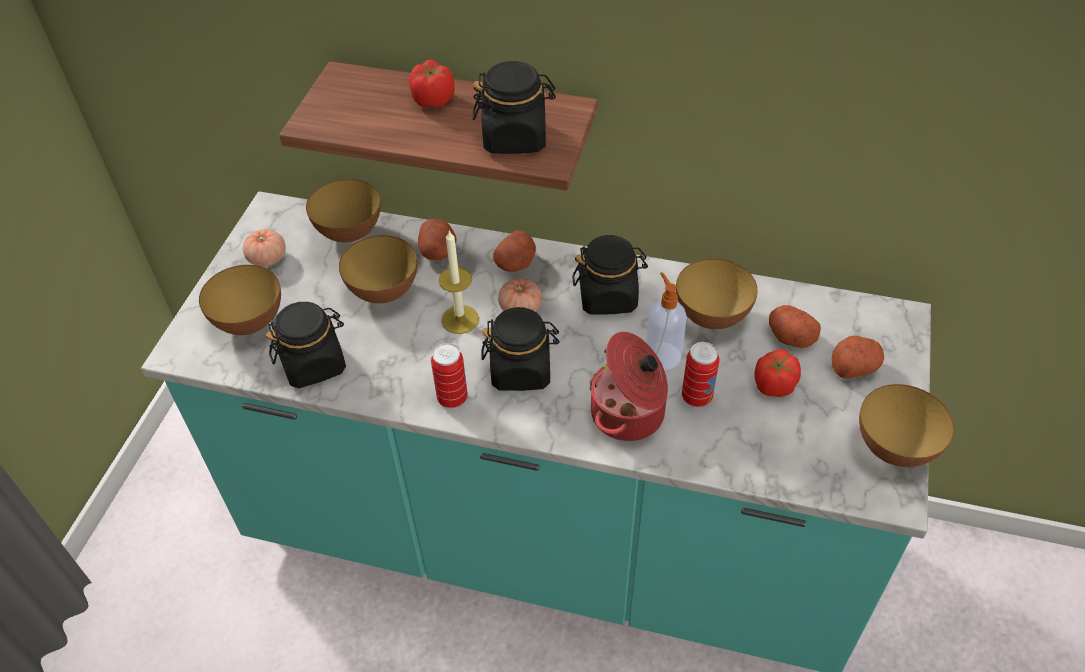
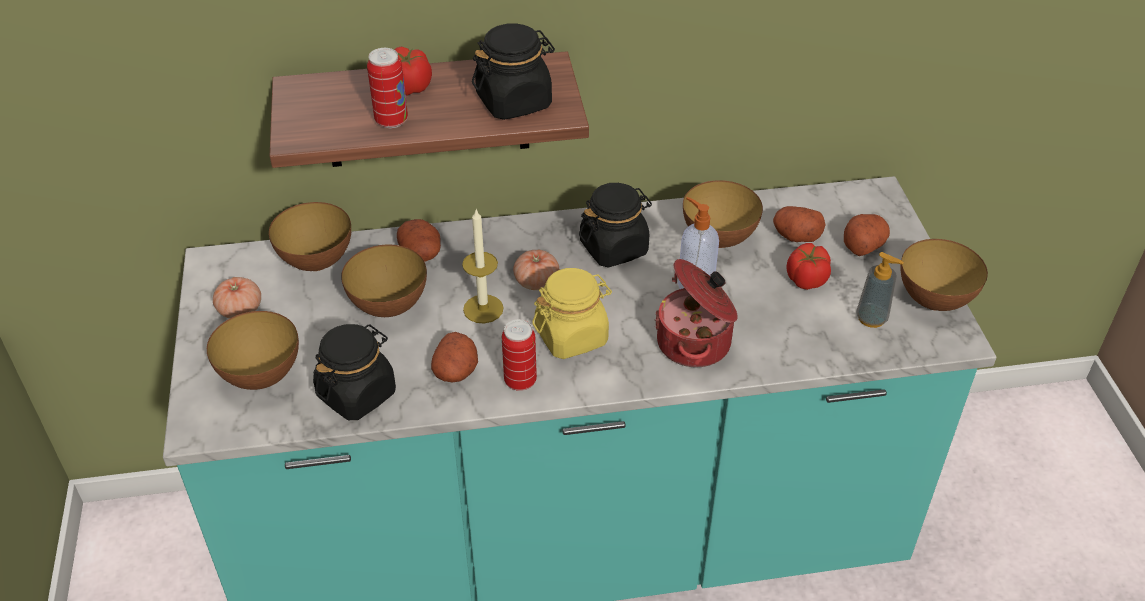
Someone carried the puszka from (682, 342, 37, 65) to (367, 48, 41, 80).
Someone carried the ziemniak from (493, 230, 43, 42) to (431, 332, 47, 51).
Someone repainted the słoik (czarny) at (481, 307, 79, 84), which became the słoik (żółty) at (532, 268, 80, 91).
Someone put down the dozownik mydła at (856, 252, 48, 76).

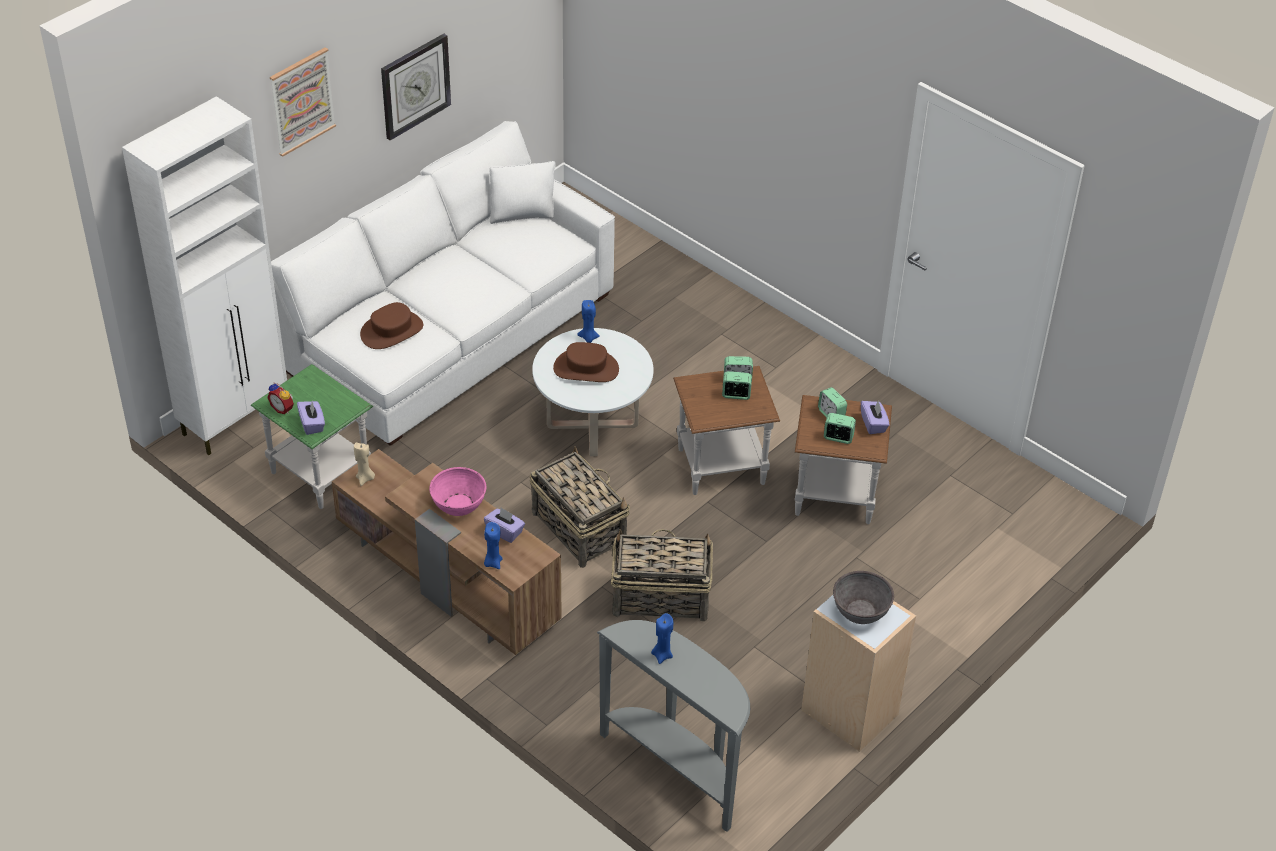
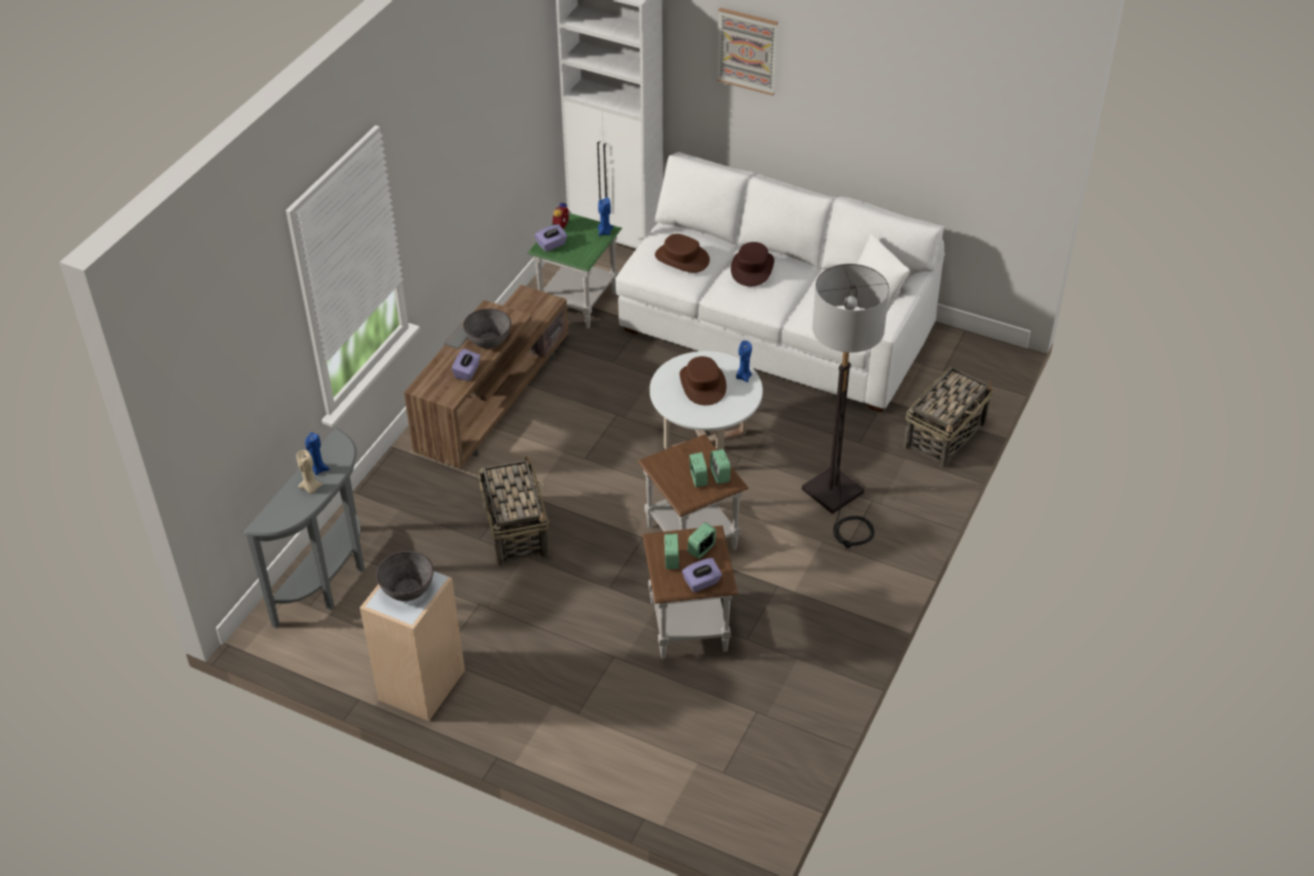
Someone carried the świeca (beżowy) from (354, 442, 21, 44) to (297, 450, 26, 44).
Someone repainted the miska (różowy) at (429, 467, 57, 49), which became the miska (szary) at (463, 308, 48, 41).
Someone carried the świeca (niebieski) from (484, 522, 18, 47) to (598, 197, 15, 39).
Someone put down the kapelusz (brązowy) at (731, 242, 43, 44).
Someone put down the lampa stojąca at (802, 264, 87, 284).
Someone carried the koszyk from (530, 446, 100, 122) to (903, 367, 90, 101).
Someone took away the zegar ścienny at (381, 34, 70, 106).

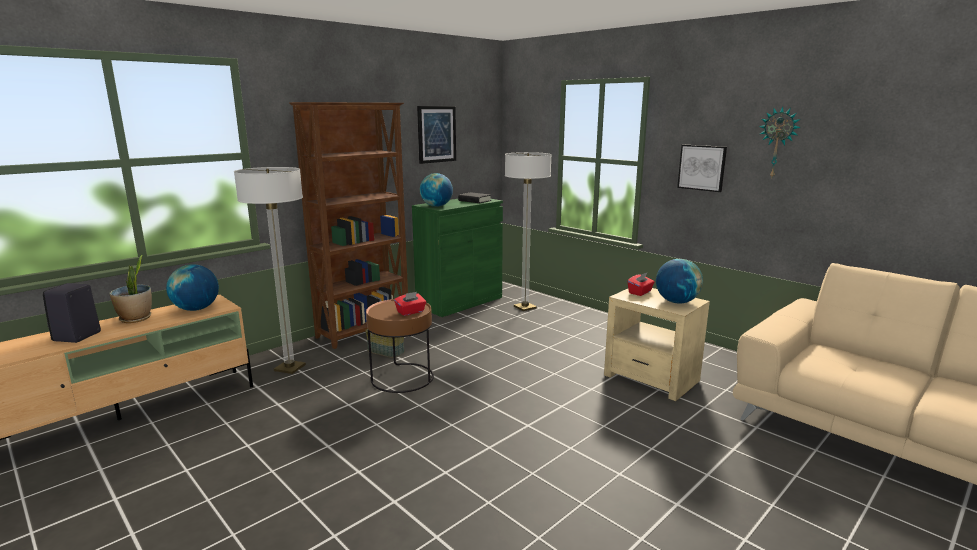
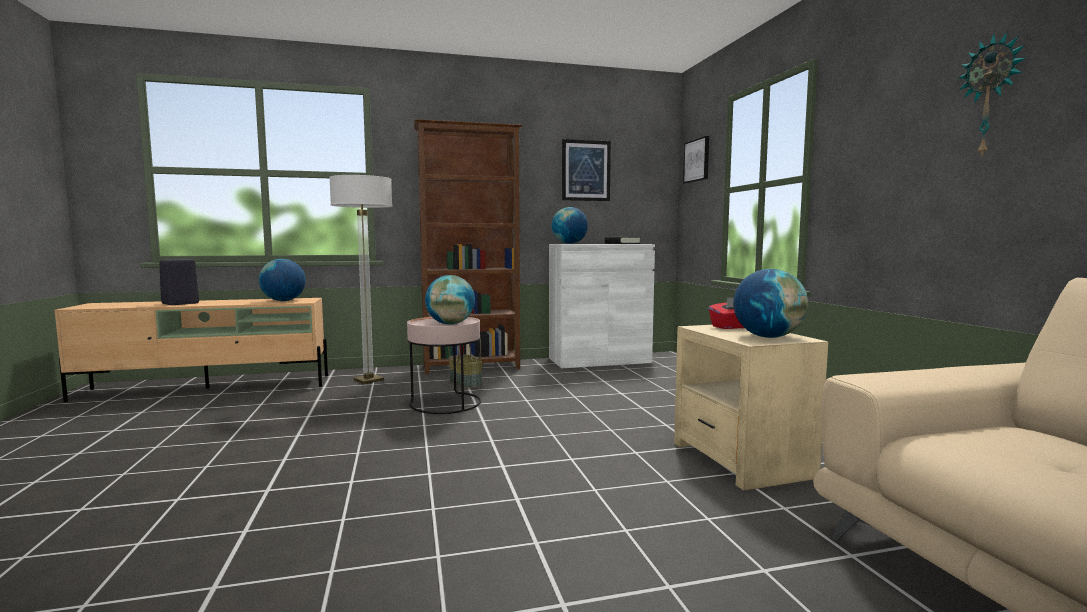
Someone repainted the stolik (brązowy) at (366, 299, 68, 94), which became the stolik (różowy) at (407, 317, 74, 97).
Someone swapped the pudełko chusteczek (czerwony) at (394, 292, 32, 24) for the globus at (425, 275, 50, 49).
Someone repainted the szafka (zielony) at (412, 199, 91, 118), which became the szafka (biały) at (549, 244, 106, 124).
Someone carried the obraz from (677, 144, 50, 48) to (683, 136, 26, 47).
Someone took away the roślina doniczkowa at (110, 254, 42, 69).
Someone took away the lampa stojąca at (505, 152, 47, 159).

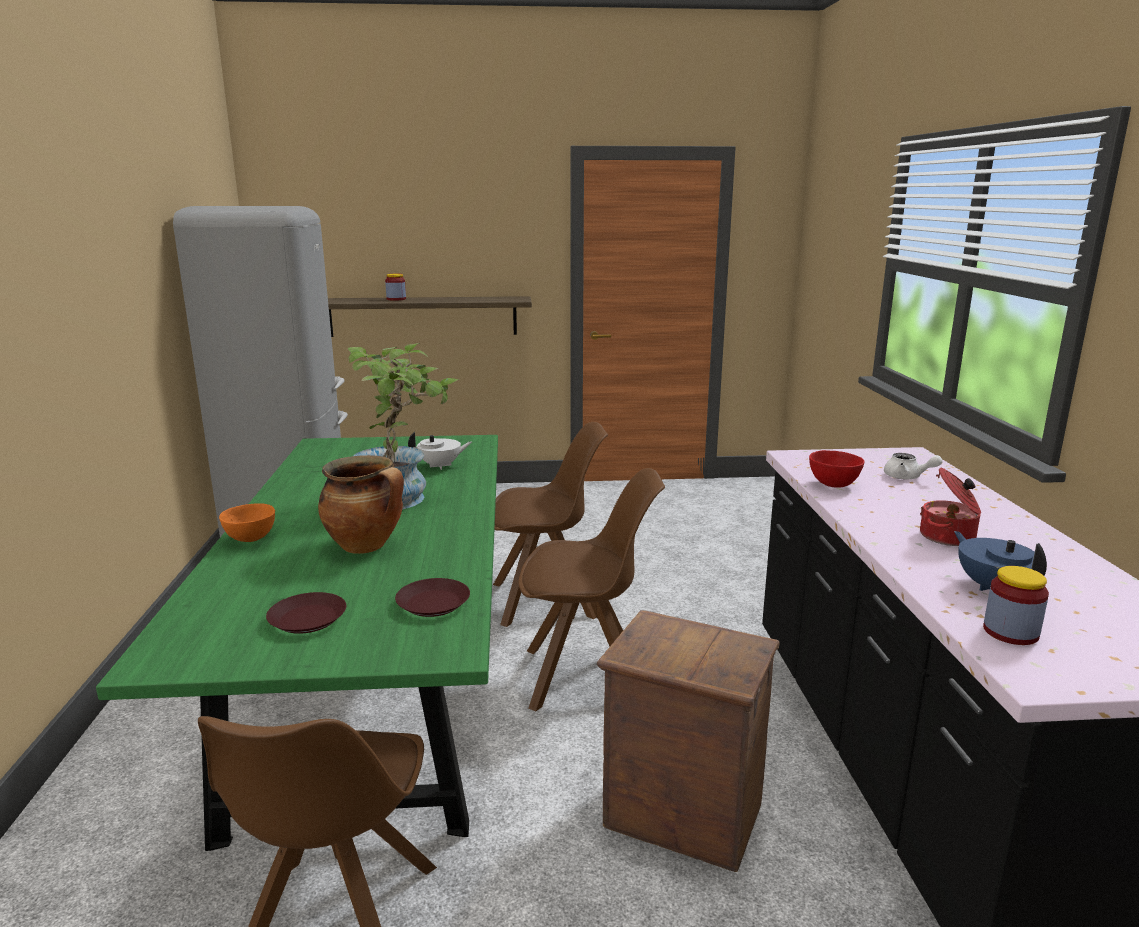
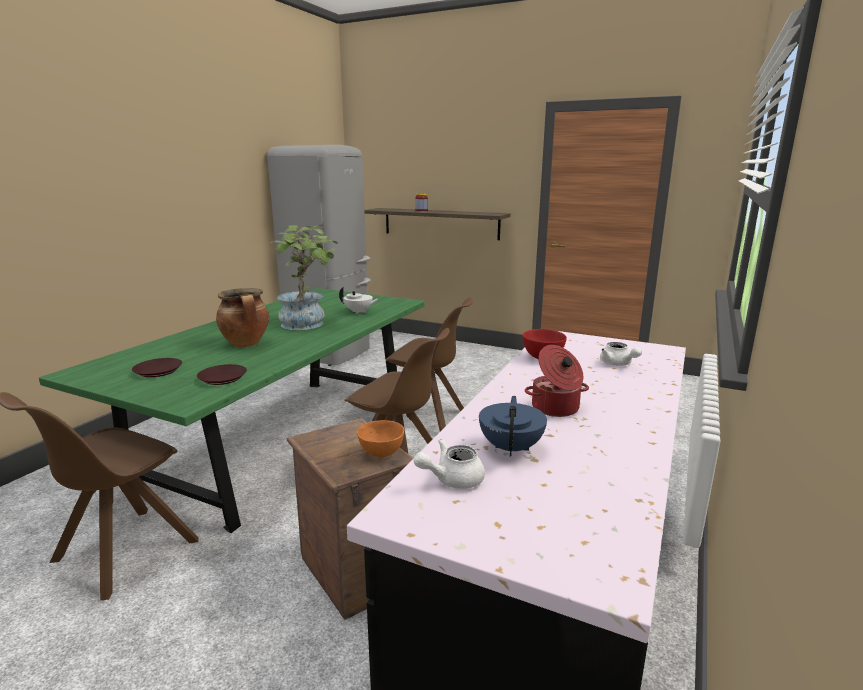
Someone carried the miska (pomarańczowy) from (219, 503, 56, 39) to (357, 420, 47, 37).
Someone swapped the słoik at (983, 566, 66, 79) for the imbryk (biały) at (414, 439, 71, 50).

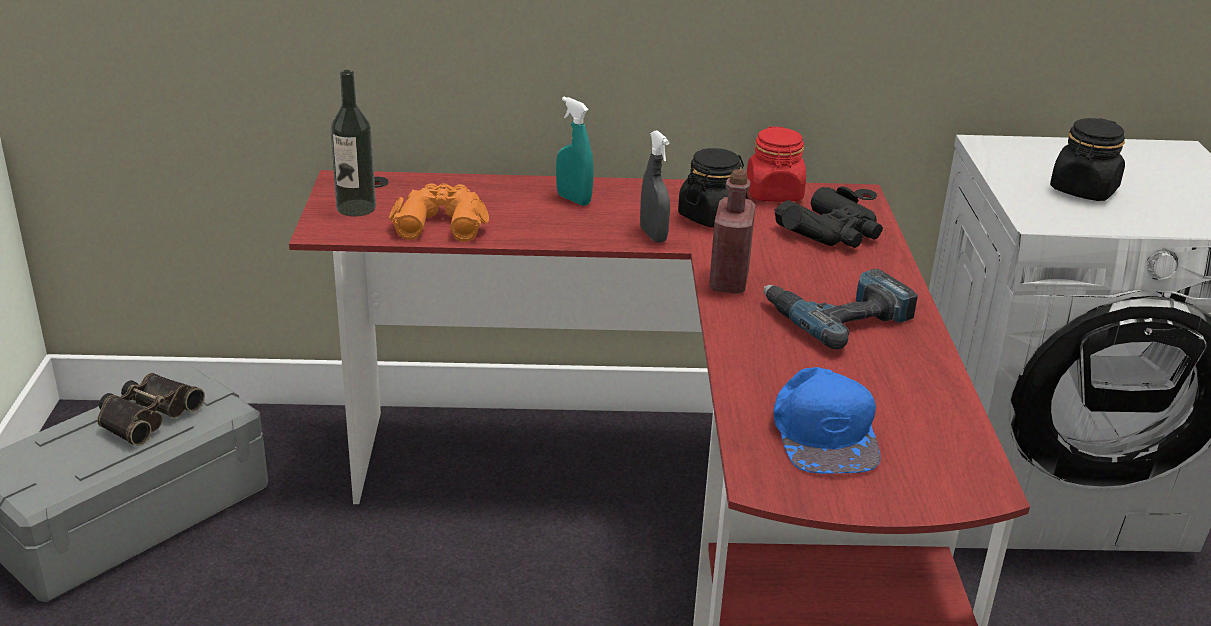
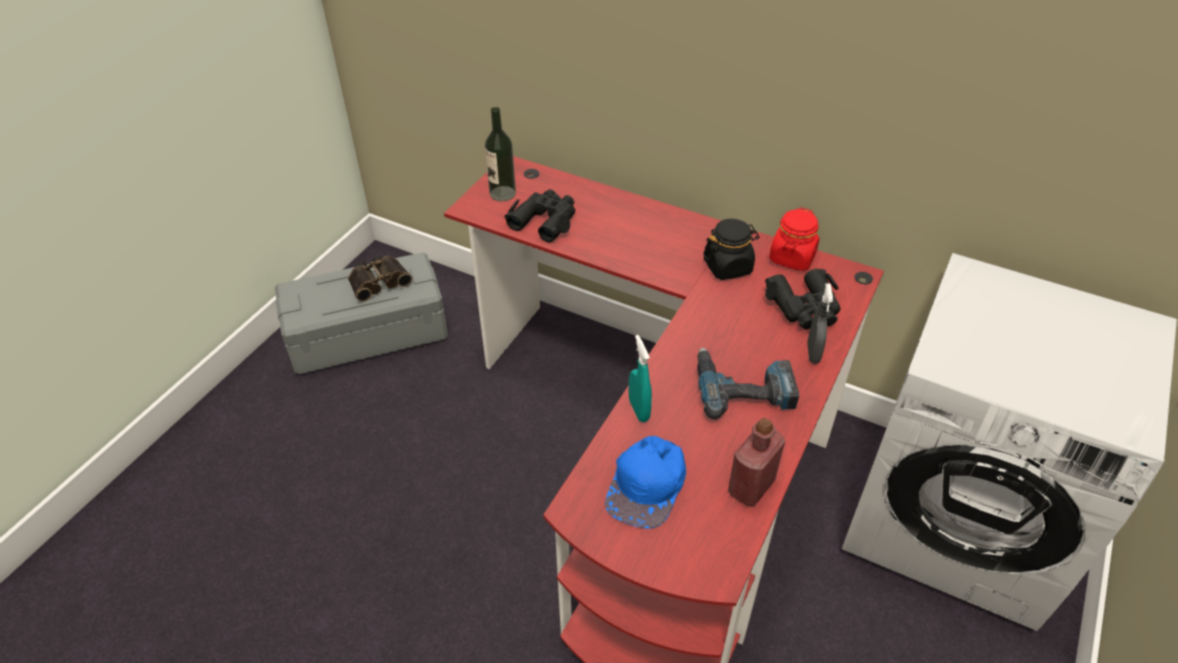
Someone repainted the lornetka (pomarańczowy) at (389, 183, 100, 59), which became the lornetka (czarny) at (505, 189, 70, 54).
Someone carried the spryskiwacz (turkusowy) from (556, 97, 38, 109) to (629, 335, 23, 87).
Someone carried the butelka (czerwony) from (709, 169, 47, 125) to (728, 418, 57, 88).
Someone carried the spryskiwacz (szary) from (640, 130, 30, 113) to (807, 283, 26, 81).
Someone took away the słoik (czarny) at (1050, 118, 75, 83).

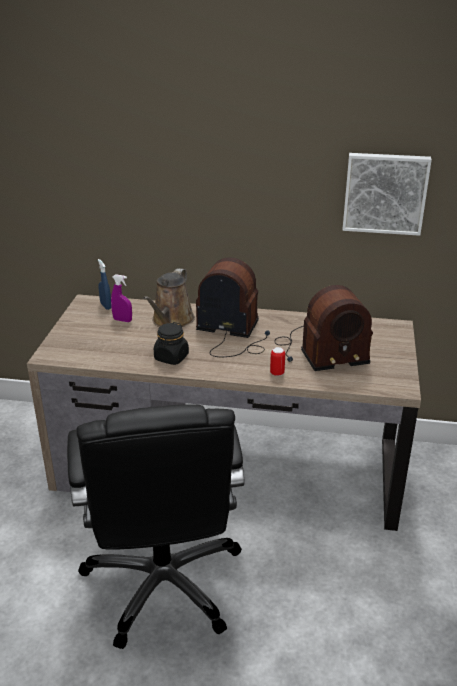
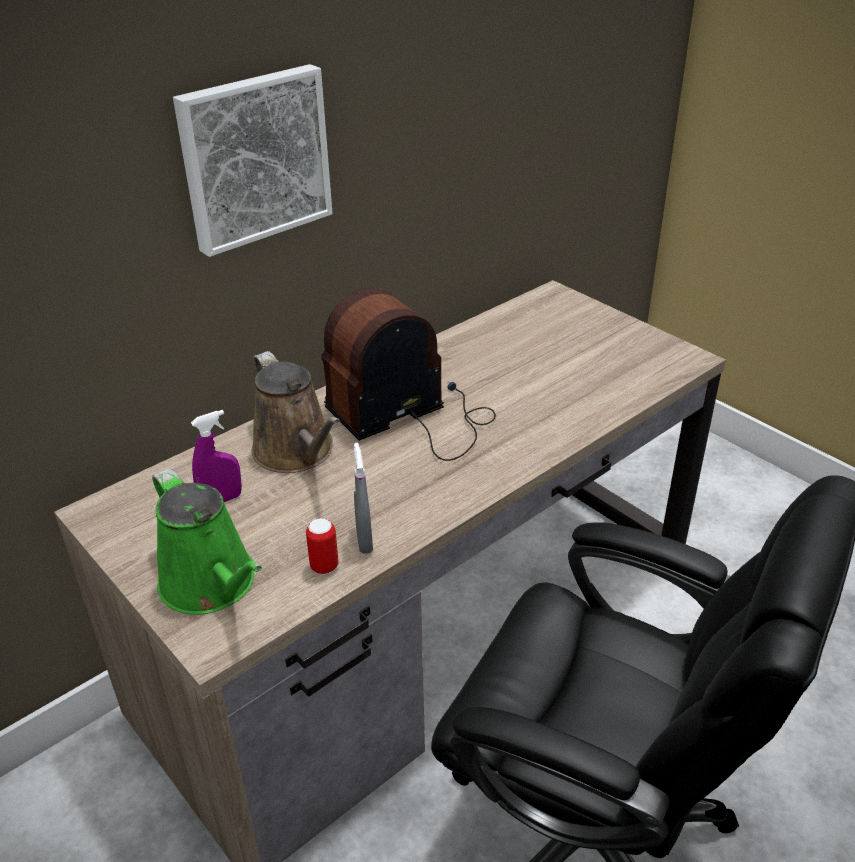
Someone put down the konewka (zielony) at (152, 468, 110, 146).
Someone carried the obraz from (342, 153, 90, 83) to (173, 64, 160, 193).
Someone carried the puszka from (270, 347, 15, 29) to (306, 518, 33, 56).
Someone put down the spryskiwacz (szary) at (354, 443, 19, 111).
Someone took away the spryskiwacz (niebieski) at (98, 259, 13, 51).
Someone took away the słoik (czarny) at (154, 322, 35, 43).
Someone took away the radio at (274, 285, 99, 86).

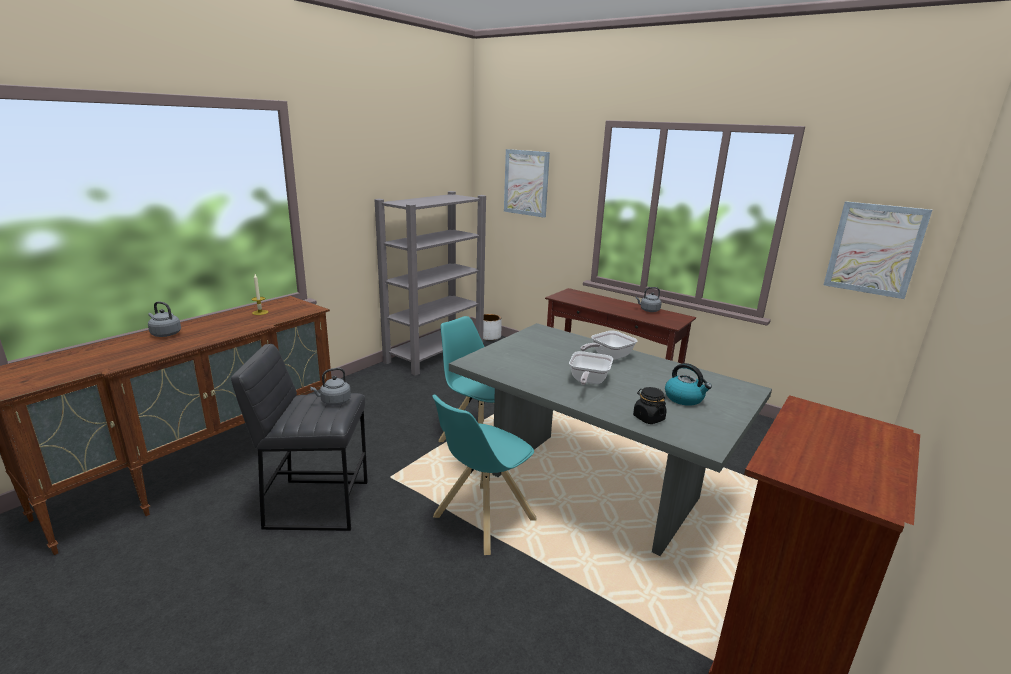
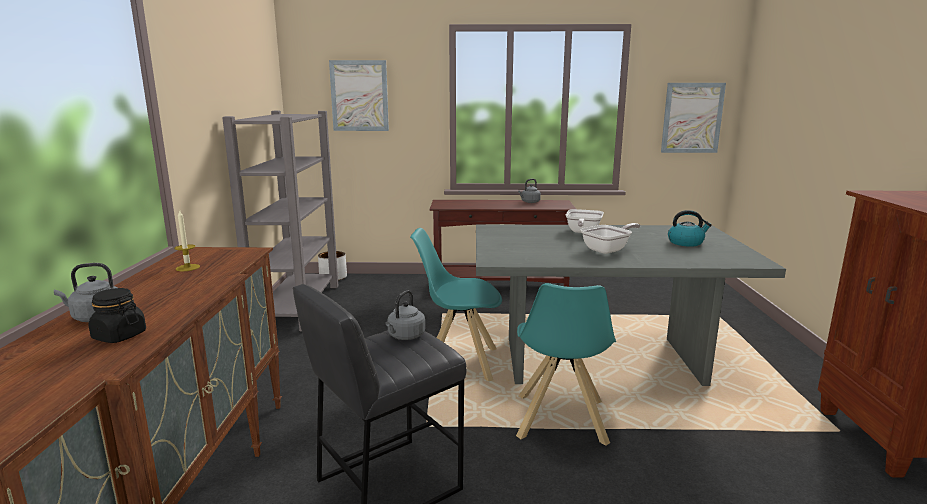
Someone carried the słoik (czarny) from (633, 387, 34, 37) to (88, 288, 58, 55).
Someone rotated the patelnia at (569, 351, 44, 34) by 105 degrees counterclockwise.

